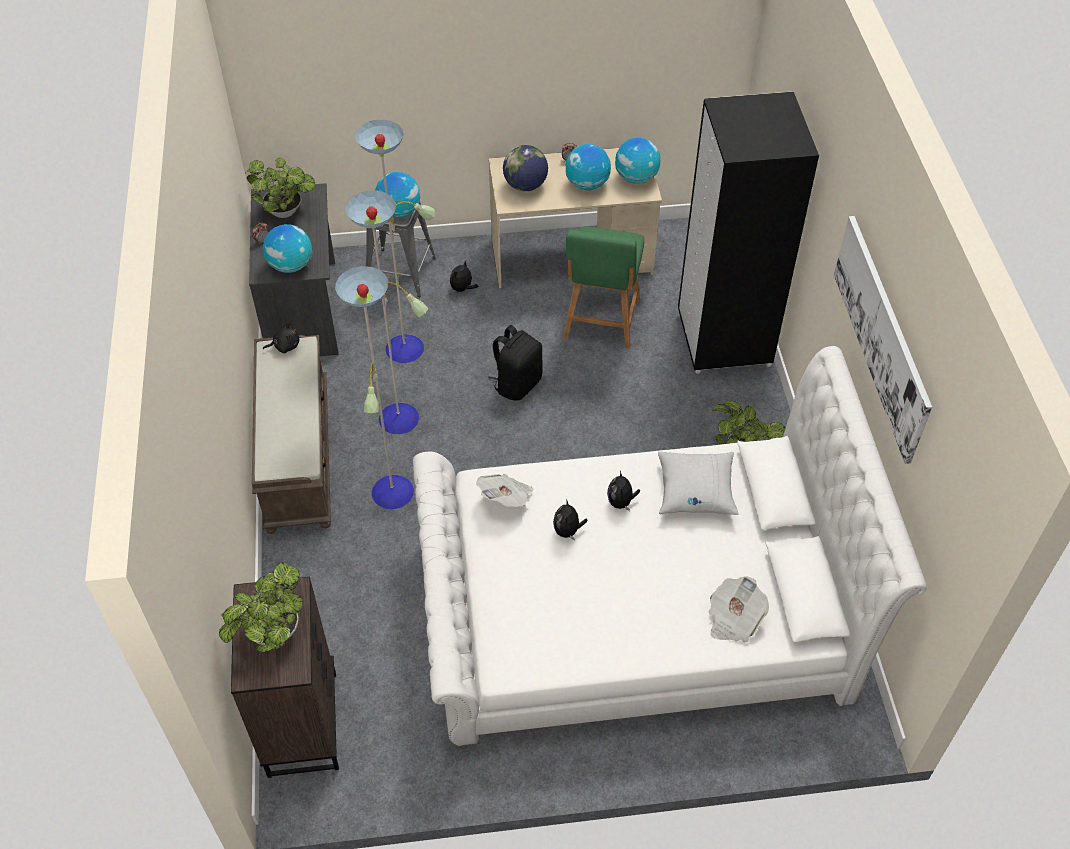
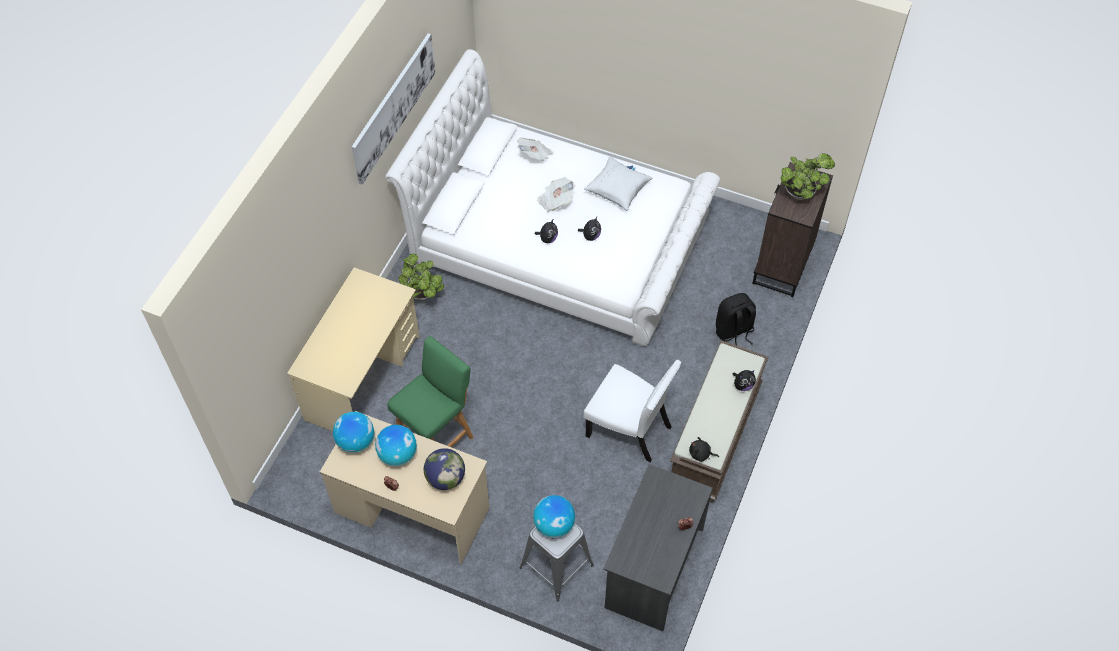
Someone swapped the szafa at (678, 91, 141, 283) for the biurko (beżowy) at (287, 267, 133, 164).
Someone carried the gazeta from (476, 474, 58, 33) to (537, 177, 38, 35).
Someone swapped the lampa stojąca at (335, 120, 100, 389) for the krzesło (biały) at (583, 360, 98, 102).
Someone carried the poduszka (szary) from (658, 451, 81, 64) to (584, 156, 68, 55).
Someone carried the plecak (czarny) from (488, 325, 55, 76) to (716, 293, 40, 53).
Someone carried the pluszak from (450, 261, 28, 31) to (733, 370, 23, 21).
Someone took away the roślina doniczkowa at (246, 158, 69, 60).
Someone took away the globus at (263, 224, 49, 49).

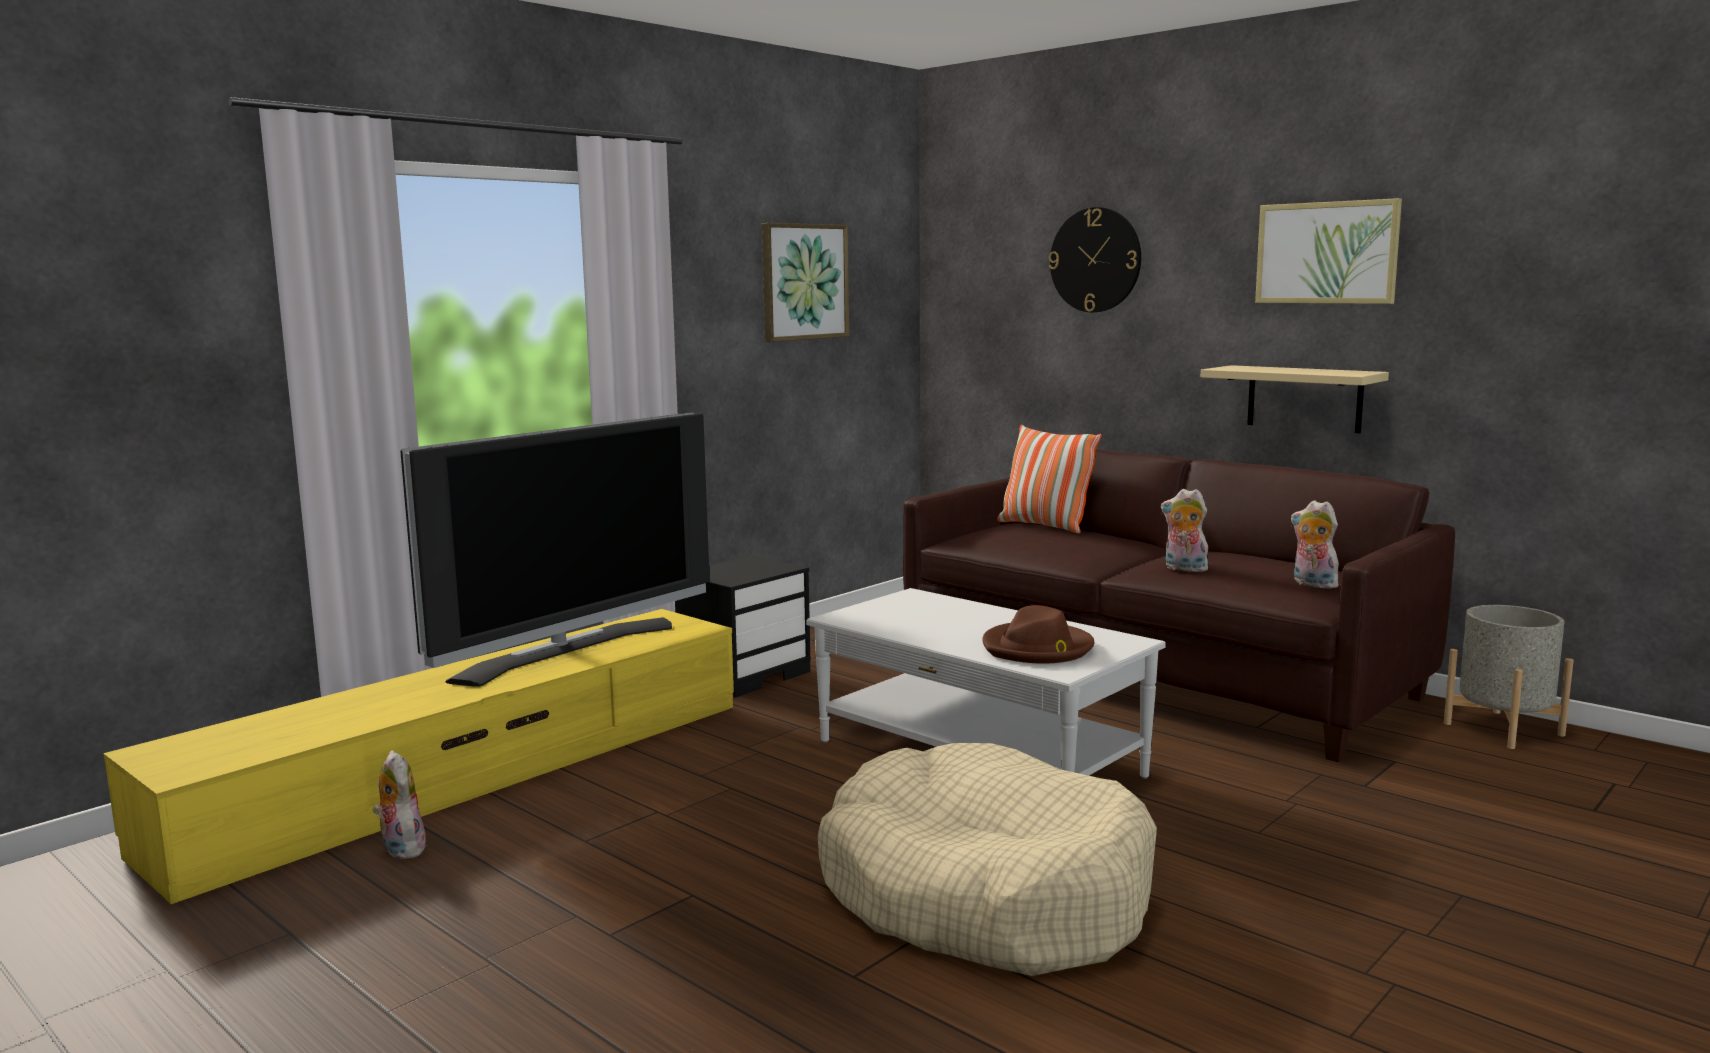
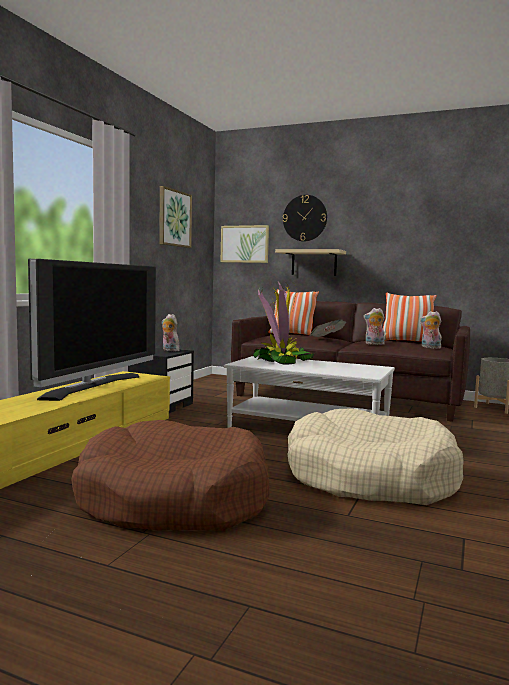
Someone put down the legowisko (brązowy) at (71, 420, 198, 111).
Someone carried the pluszak from (373, 750, 53, 109) to (162, 314, 17, 38).
Someone carried the obraz from (1255, 198, 147, 106) to (220, 225, 49, 38).
Someone put down the roślina doniczkowa at (253, 281, 61, 84).
Someone carried the półka (beżowy) from (1201, 365, 188, 68) to (275, 249, 71, 27).
Someone put down the gazeta at (309, 319, 37, 18).
Someone put down the poduszka at (383, 292, 54, 50).
Someone took away the kapelusz (brązowy) at (982, 605, 112, 59).

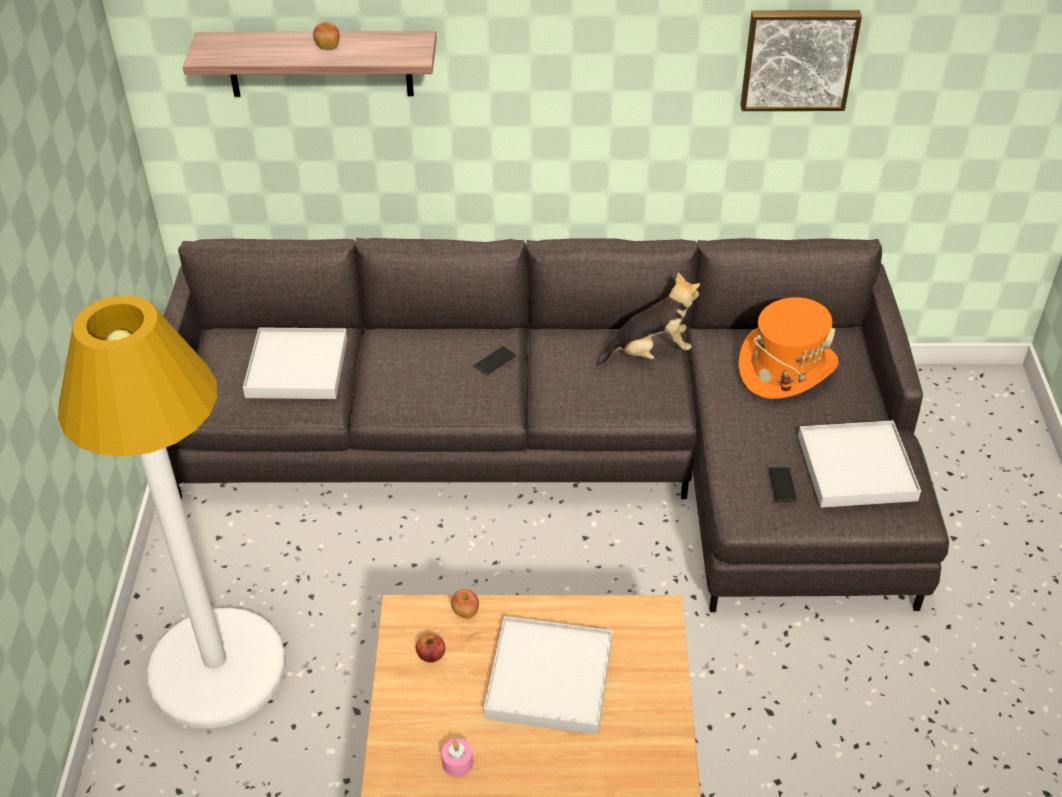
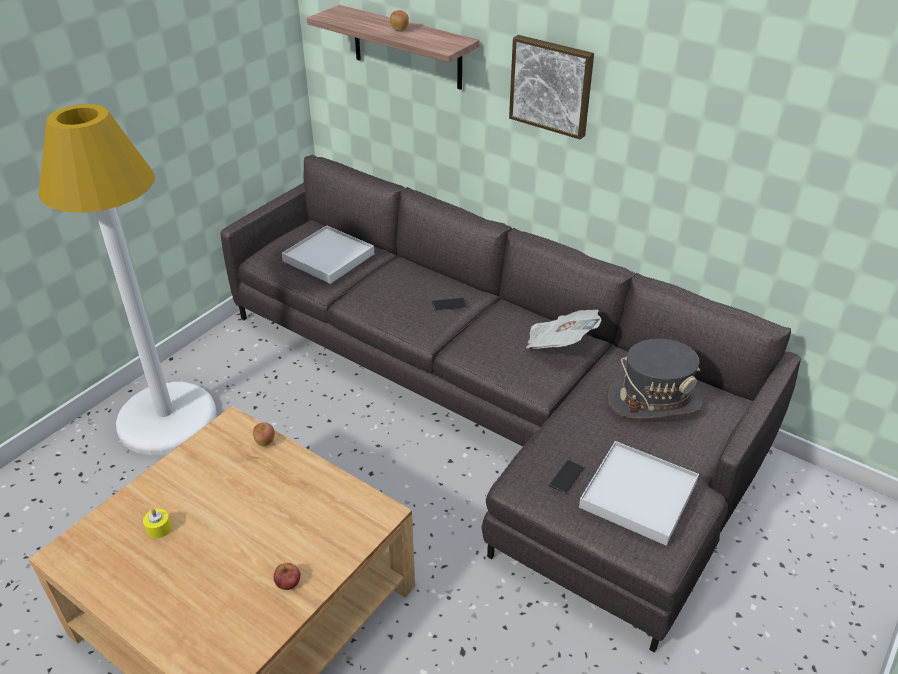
Someone repainted the świeca (różowy) at (441, 739, 32, 38), which became the świeca (żółty) at (143, 509, 29, 30).
Someone carried the jabłko from (416, 634, 29, 29) to (274, 563, 27, 27).
Someone carried the obraz from (740, 10, 122, 101) to (509, 35, 85, 104).
Someone swapped the pluszak at (596, 272, 104, 94) for the gazeta at (526, 310, 75, 39).
Someone repainted the kapelusz (pomarańczowy) at (738, 297, 100, 102), which became the kapelusz (szary) at (607, 339, 96, 80).
Someone took away the taca (biały) at (484, 616, 128, 119).

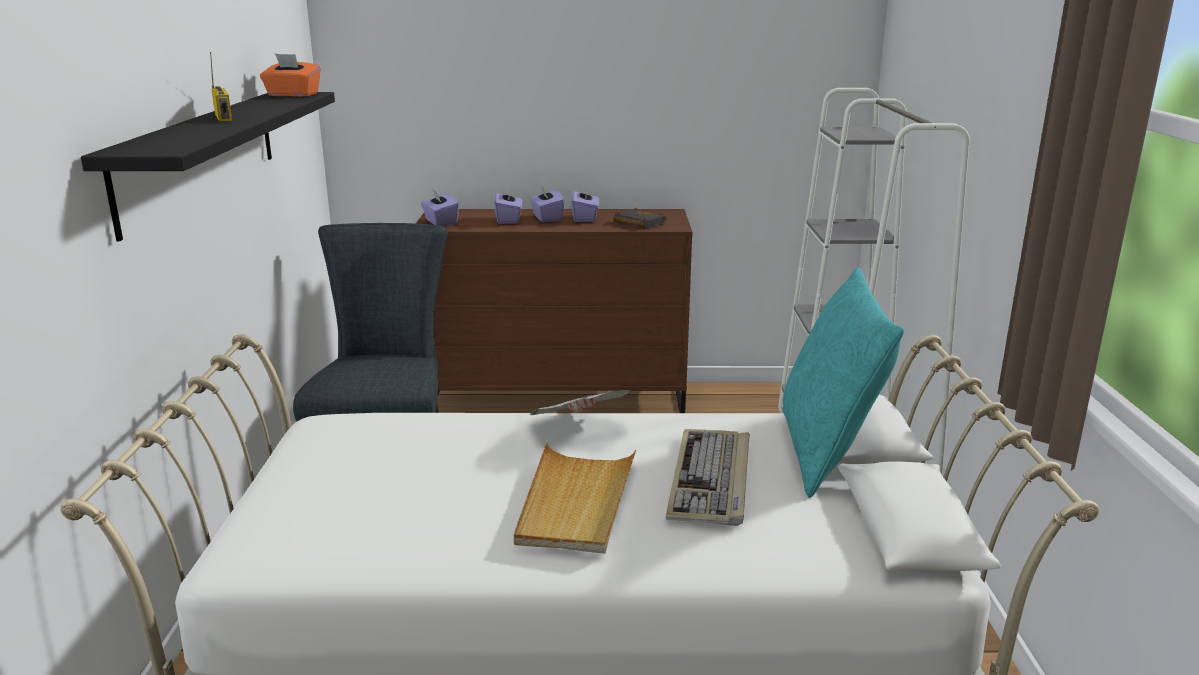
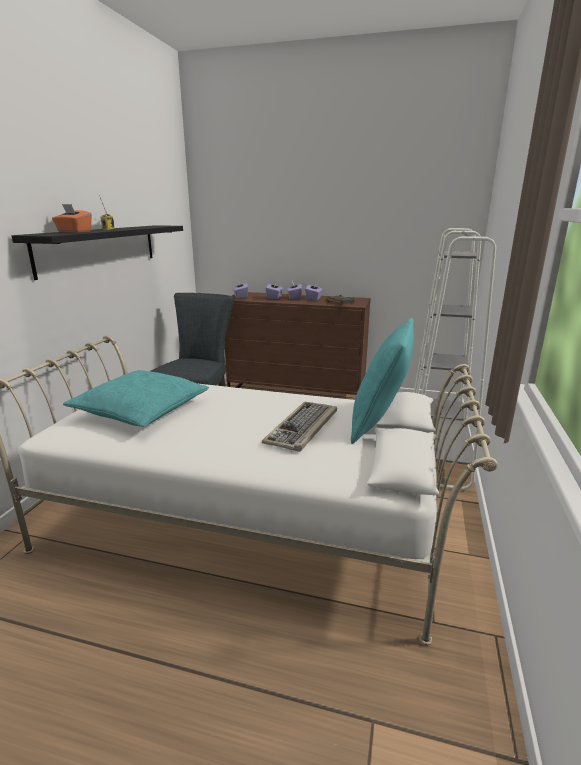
Someone carried the pudełko chusteczek (pomarańczowy) from (260, 53, 61, 44) to (52, 204, 40, 29).
Someone put down the poduszka (turkusowy) at (63, 370, 146, 57).
Someone took away the taca (beżowy) at (514, 443, 122, 111).
Someone took away the gazeta at (529, 390, 101, 25).

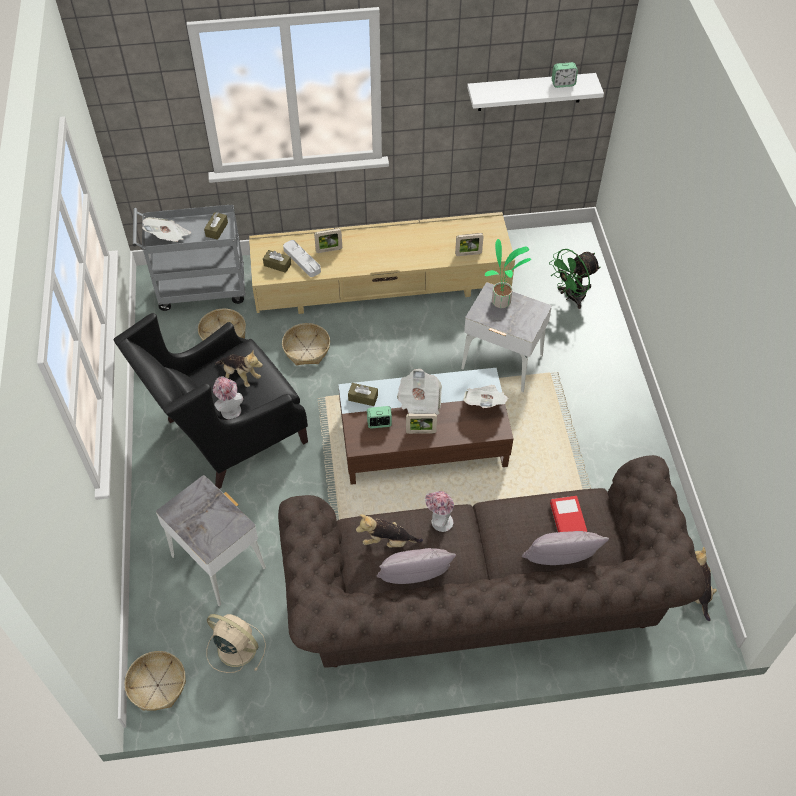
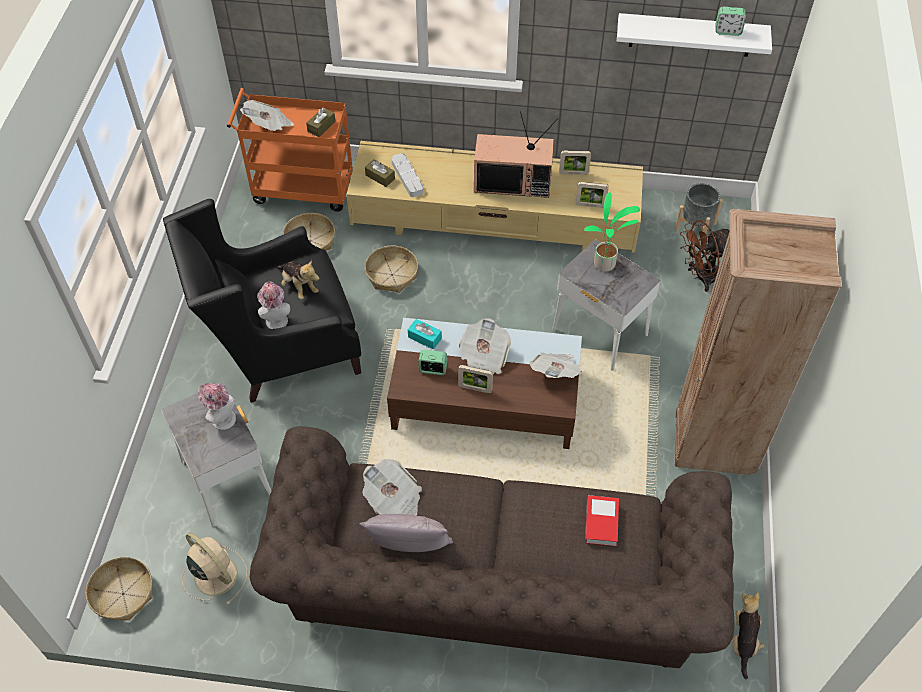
Someone carried the kapelusz from (425, 491, 29, 41) to (198, 383, 38, 47).
Someone repainted the wózek (szary) at (133, 205, 113, 106), which became the wózek (pomarańczowy) at (227, 88, 126, 124).
Someone swapped the pluszak at (356, 514, 67, 34) for the gazeta at (362, 459, 60, 57).
Someone repainted the pudełko chusteczek (brązowy) at (348, 383, 30, 23), which became the pudełko chusteczek (turkusowy) at (408, 319, 34, 30).
Someone put down the telewizor at (474, 111, 85, 87).
Someone carried the ramka na zdjęcie from (314, 228, 28, 25) to (559, 151, 32, 24).
Someone put down the szafka (brązowy) at (674, 209, 168, 266).
Someone put down the donica (szary) at (675, 183, 48, 59).
Someone repainted the wentylator (zielony) at (549, 249, 51, 60), which became the wentylator (brązowy) at (680, 220, 50, 72).
Someone took away the poduszka (fioletowy) at (522, 531, 87, 34).

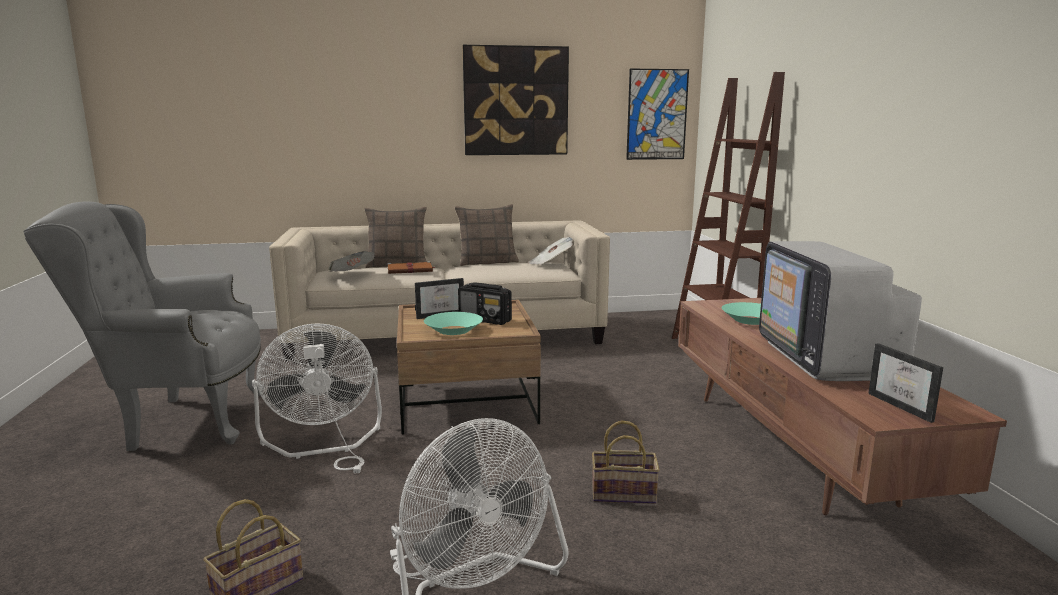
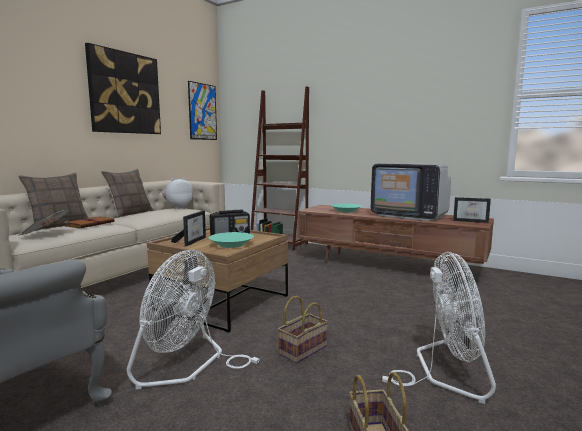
Someone swapped the gazeta at (528, 237, 45, 28) for the pluszak at (162, 178, 31, 31).
Someone carried the koszyk from (592, 420, 68, 84) to (278, 296, 50, 67).

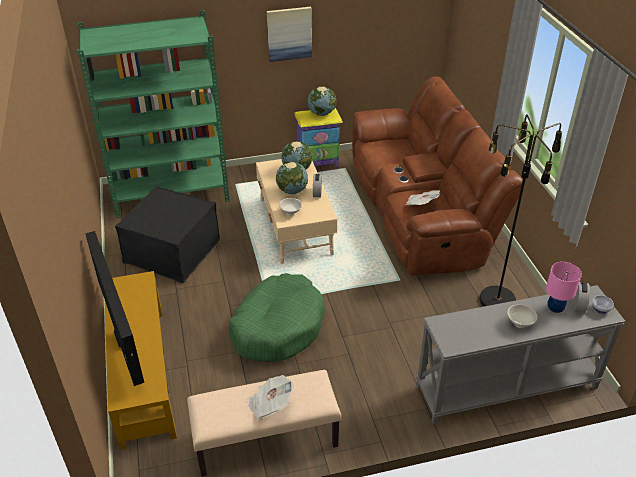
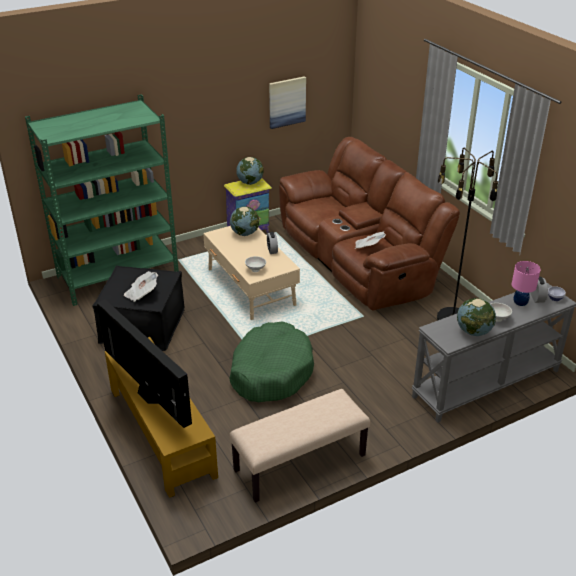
Someone carried the gazeta from (246, 375, 48, 44) to (124, 271, 34, 31).
Someone carried the obraz from (267, 7, 45, 55) to (269, 76, 37, 53).
Someone carried the globus from (276, 162, 32, 32) to (457, 298, 39, 38).

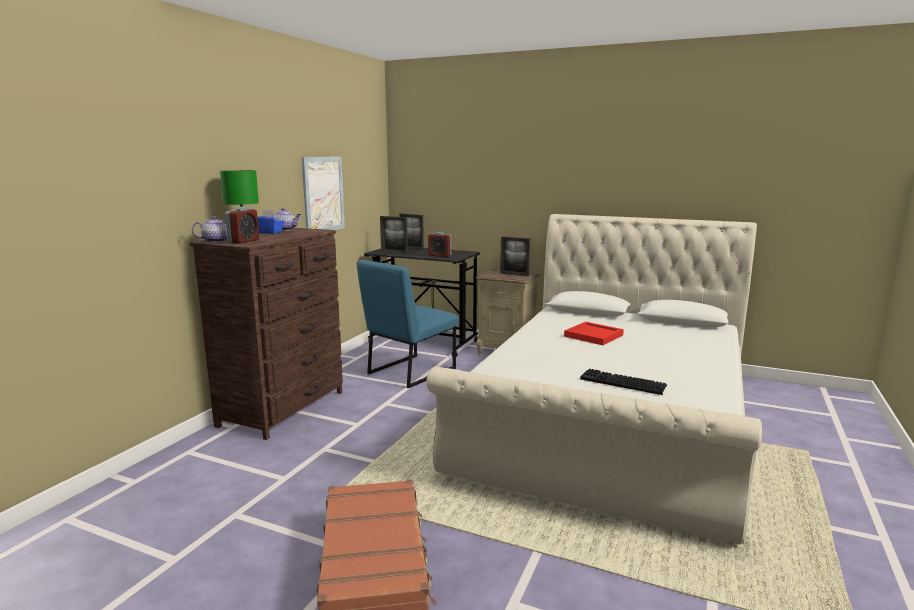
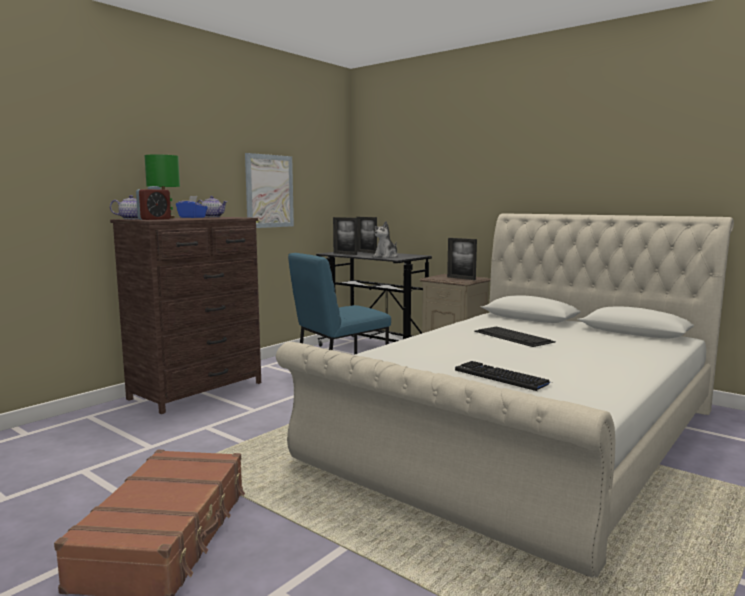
Someone swapped the budzik at (428, 232, 23, 25) for the pluszak at (373, 221, 25, 37).
Someone swapped the taca (czerwony) at (564, 322, 60, 23) for the klawiatura at (474, 326, 82, 21).

